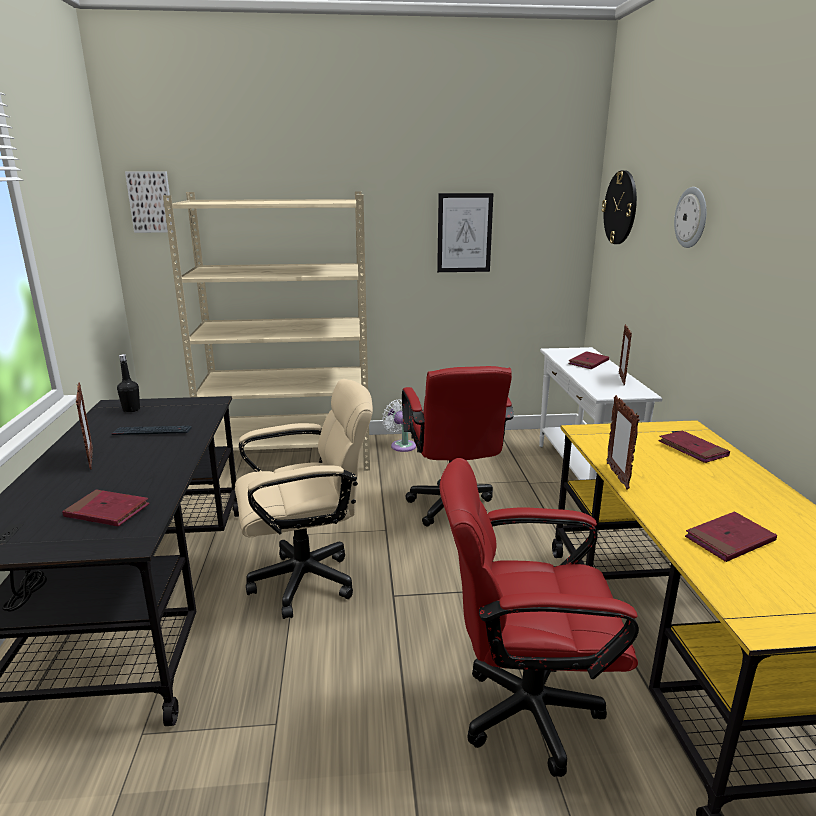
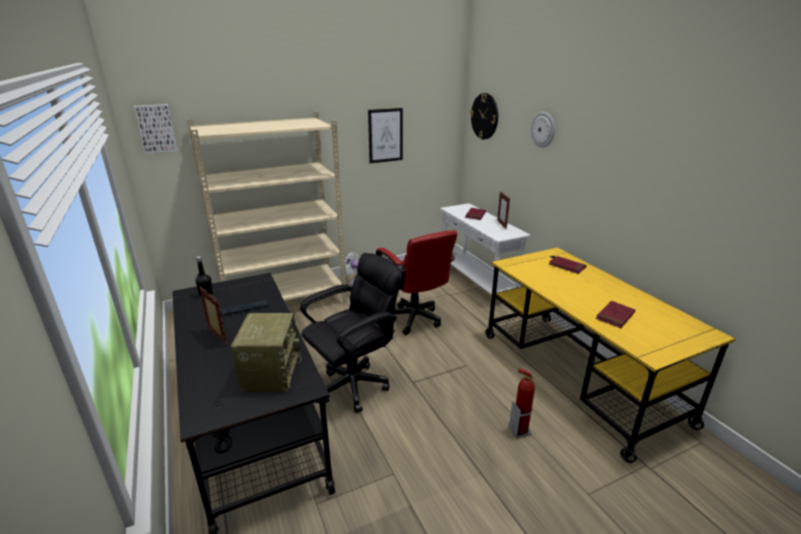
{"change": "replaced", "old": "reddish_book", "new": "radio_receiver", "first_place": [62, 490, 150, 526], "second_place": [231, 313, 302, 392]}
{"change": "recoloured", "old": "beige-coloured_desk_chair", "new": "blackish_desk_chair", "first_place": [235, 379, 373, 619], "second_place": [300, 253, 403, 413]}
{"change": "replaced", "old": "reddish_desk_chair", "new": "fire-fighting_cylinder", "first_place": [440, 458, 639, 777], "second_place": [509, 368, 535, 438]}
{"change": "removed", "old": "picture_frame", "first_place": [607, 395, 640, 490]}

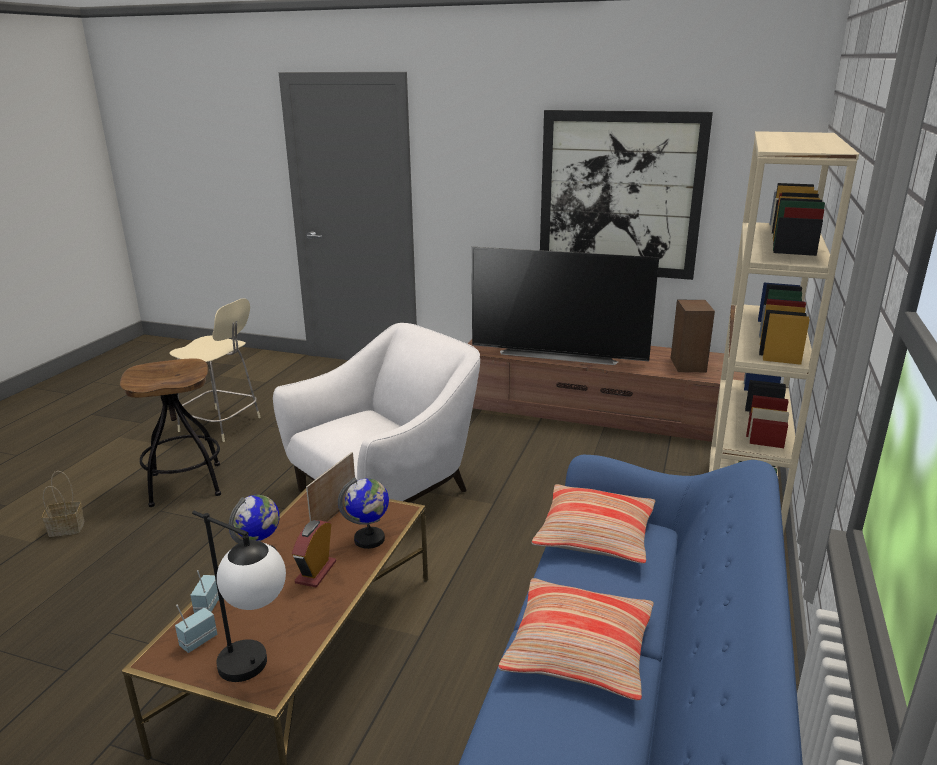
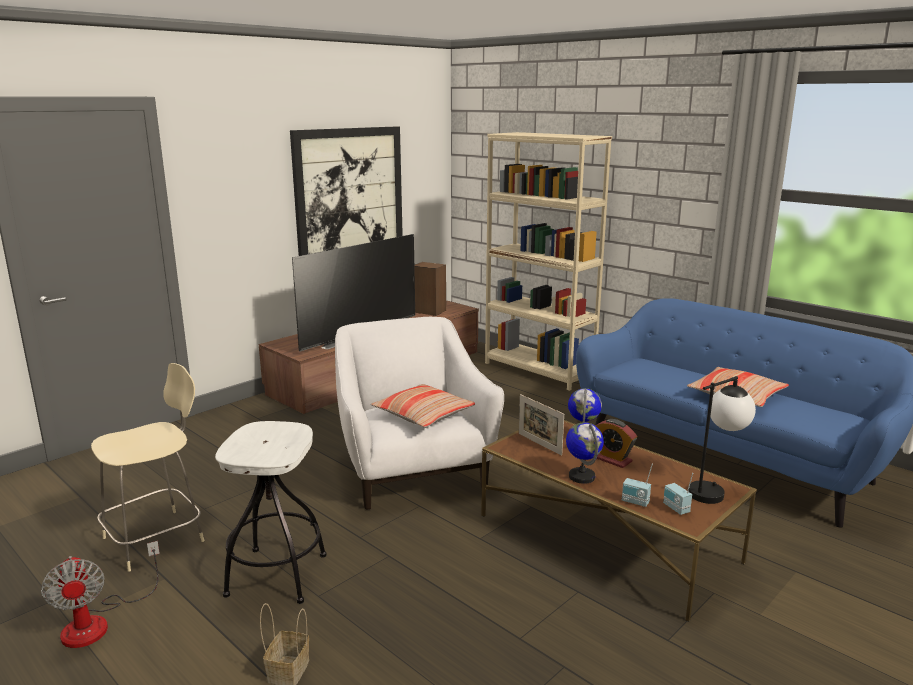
{"change": "recoloured", "old": "brown-coloured_sitting_stool", "new": "white-coloured_sitting_stool", "first_place": [120, 359, 221, 507], "second_place": [215, 421, 327, 604]}
{"change": "moved", "old": "cushion", "first_place": [532, 484, 655, 564], "second_place": [371, 384, 475, 428]}
{"change": "added", "new": "fan", "second_place": [41, 541, 160, 648]}

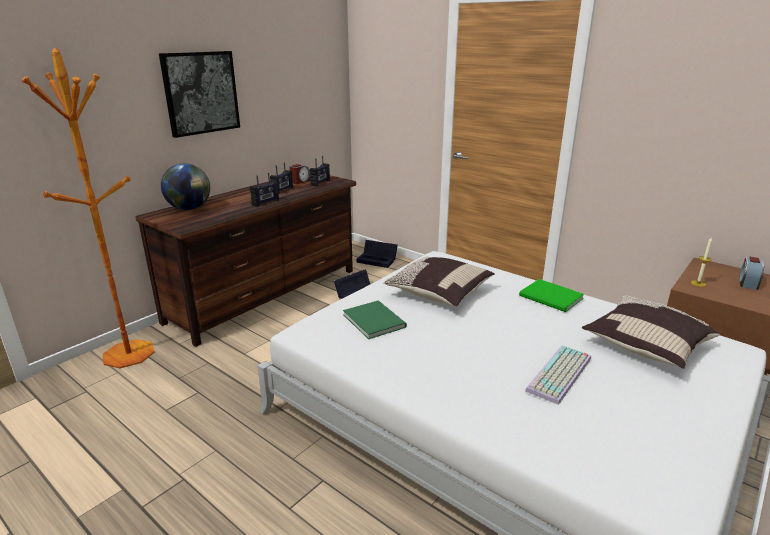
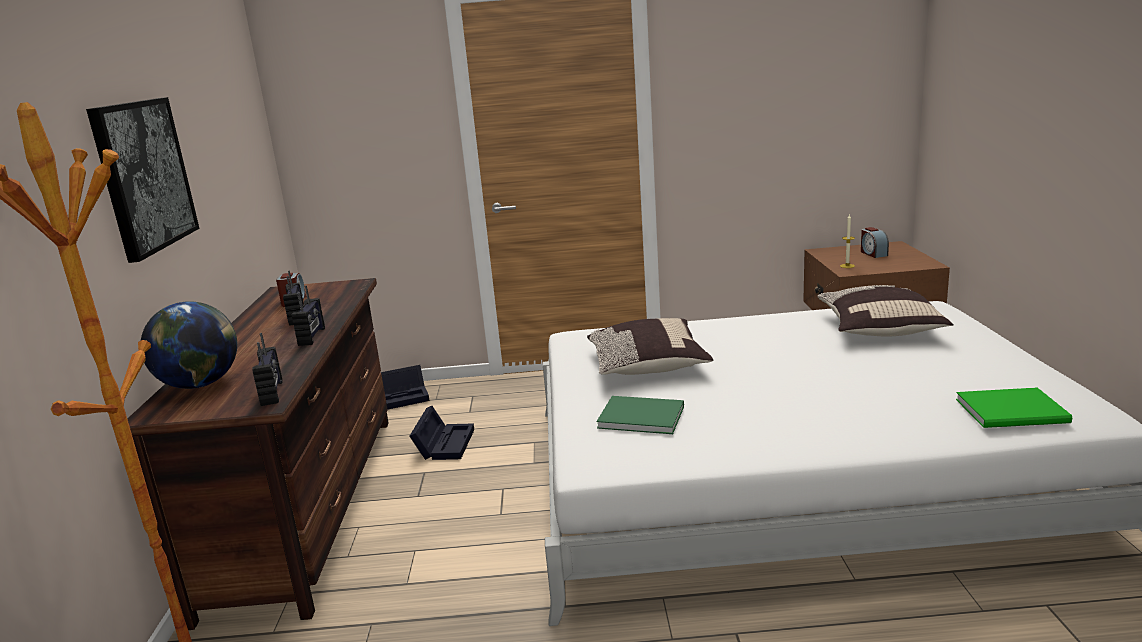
{"change": "moved", "old": "radio_receiver", "first_place": [310, 156, 330, 186], "second_place": [253, 333, 283, 406]}
{"change": "moved", "old": "green-coloured_book", "first_place": [519, 279, 584, 312], "second_place": [956, 388, 1072, 428]}
{"change": "removed", "old": "computer_keyboard", "first_place": [525, 345, 591, 405]}

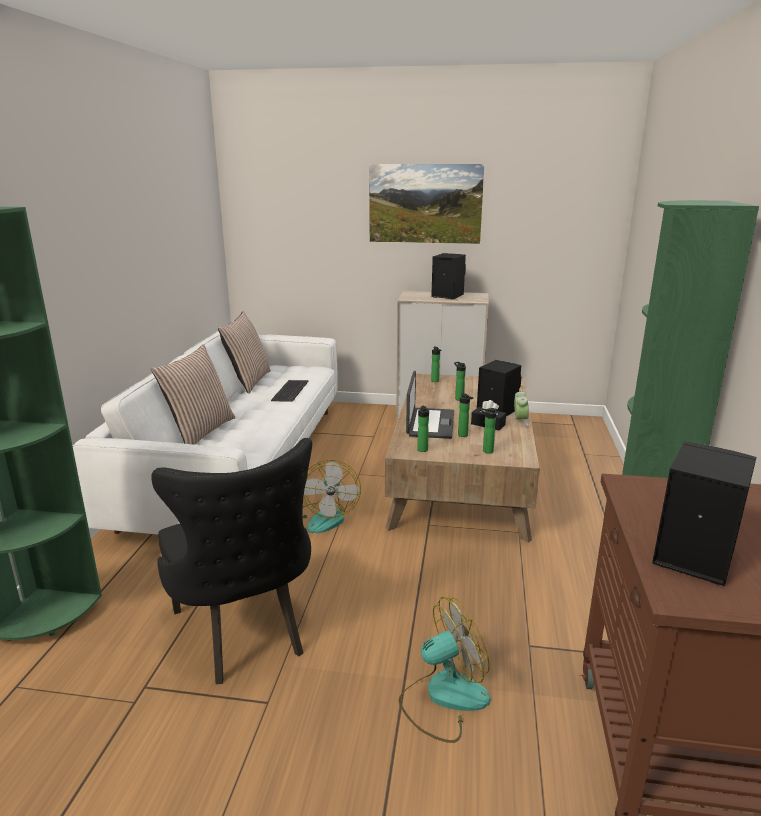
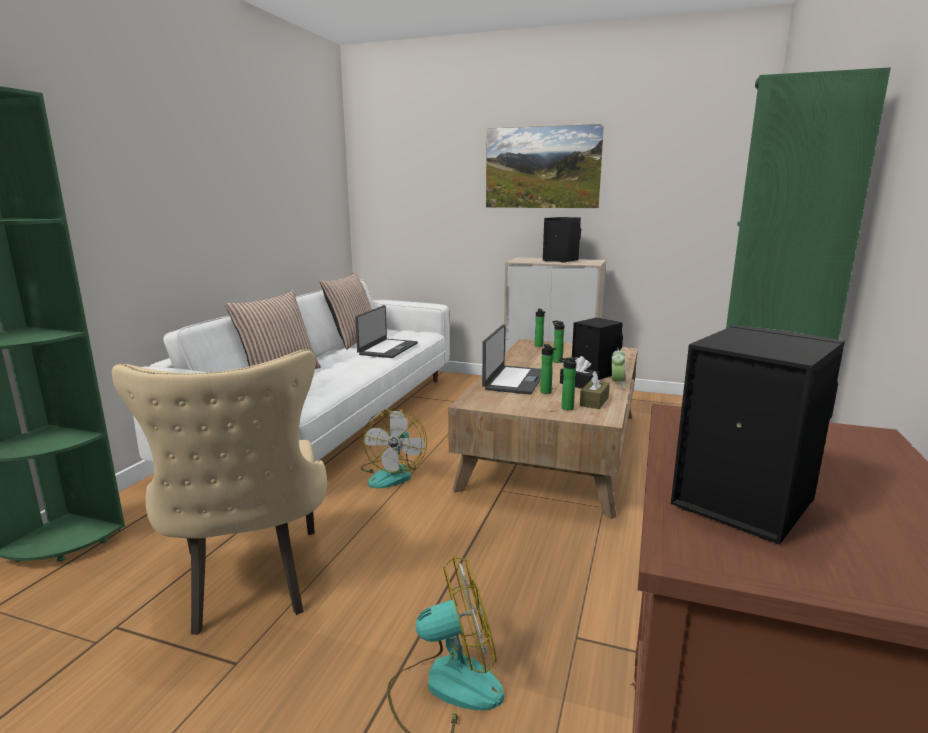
{"change": "recoloured", "old": "blackish_upright_chair", "new": "beige-coloured_upright_chair", "first_place": [151, 438, 312, 684], "second_place": [112, 349, 327, 635]}
{"change": "replaced", "old": "computer_keyboard", "new": "portable_computer", "first_place": [271, 380, 308, 402], "second_place": [355, 305, 418, 358]}
{"change": "removed", "old": "beverage_bottle", "first_place": [417, 406, 429, 452]}
{"change": "added", "new": "brown-coloured_box_of_tissues", "second_place": [580, 371, 610, 409]}

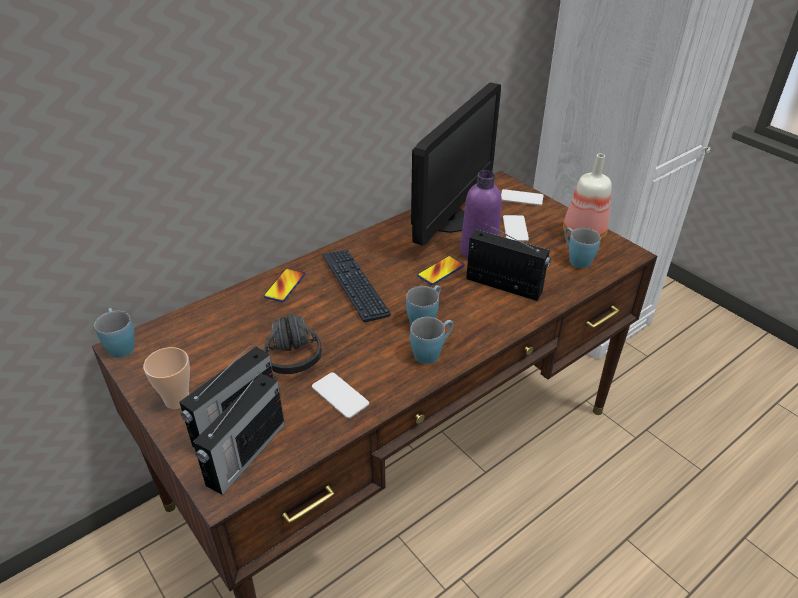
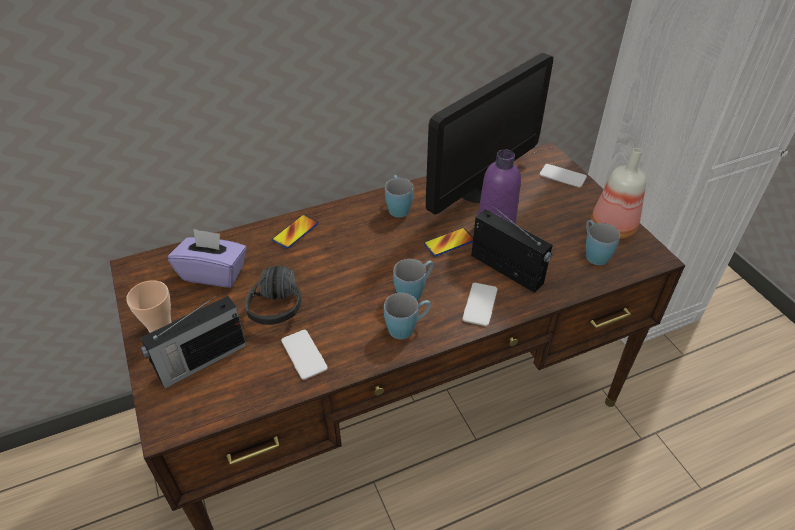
{"change": "moved", "old": "blue-coloured_tea_mug", "first_place": [94, 308, 135, 358], "second_place": [385, 175, 414, 217]}
{"change": "removed", "old": "radio_receiver", "first_place": [193, 372, 285, 495]}
{"change": "removed", "old": "computer_keyboard", "first_place": [322, 249, 391, 322]}
{"change": "moved", "old": "telephone", "first_place": [503, 215, 529, 241], "second_place": [462, 283, 497, 326]}
{"change": "added", "new": "purplish_box_of_tissues", "second_place": [168, 229, 247, 288]}

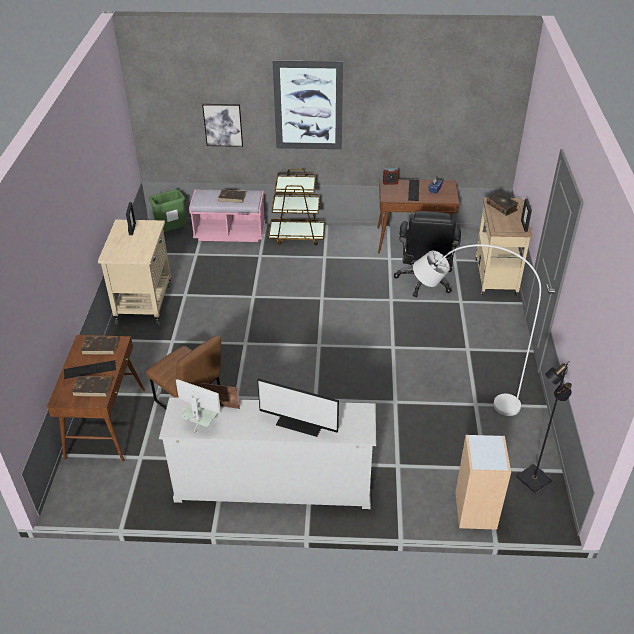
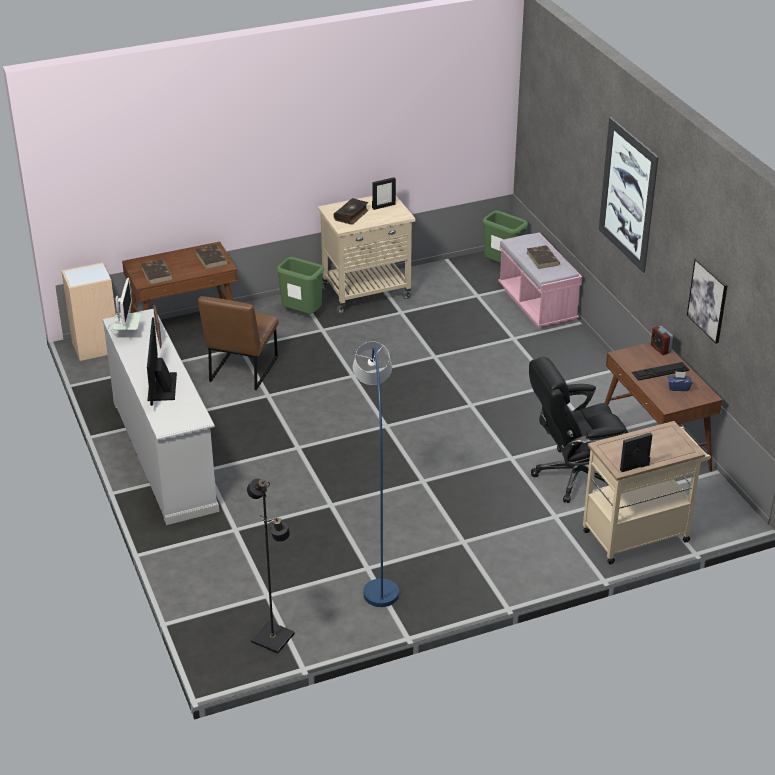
{"change": "removed", "old": "computer_keyboard", "first_place": [64, 360, 116, 379]}
{"change": "moved", "old": "wall_picture", "first_place": [202, 104, 243, 147], "second_place": [687, 258, 728, 344]}
{"change": "removed", "old": "brown-coloured_trolley", "first_place": [268, 169, 325, 245]}
{"change": "recoloured", "old": "white-coloured_standard_lamp", "new": "blue-coloured_standard_lamp", "first_place": [413, 244, 541, 416], "second_place": [353, 341, 399, 607]}
{"change": "moved", "old": "bookcase", "first_place": [455, 435, 511, 530], "second_place": [61, 262, 116, 361]}
{"change": "moved", "old": "book", "first_place": [487, 192, 518, 216], "second_place": [333, 198, 369, 225]}
{"change": "added", "new": "green-coloured_rubbish_bin", "second_place": [276, 257, 324, 314]}

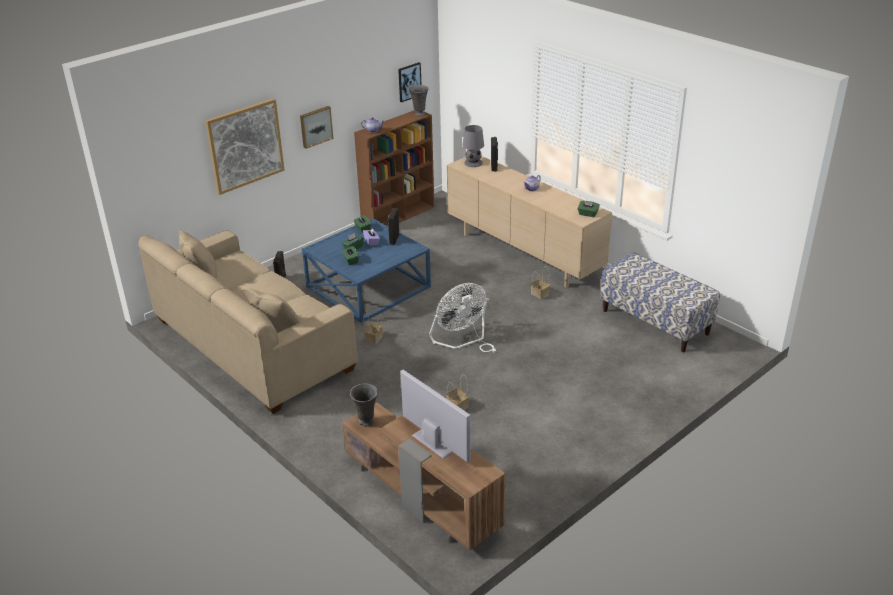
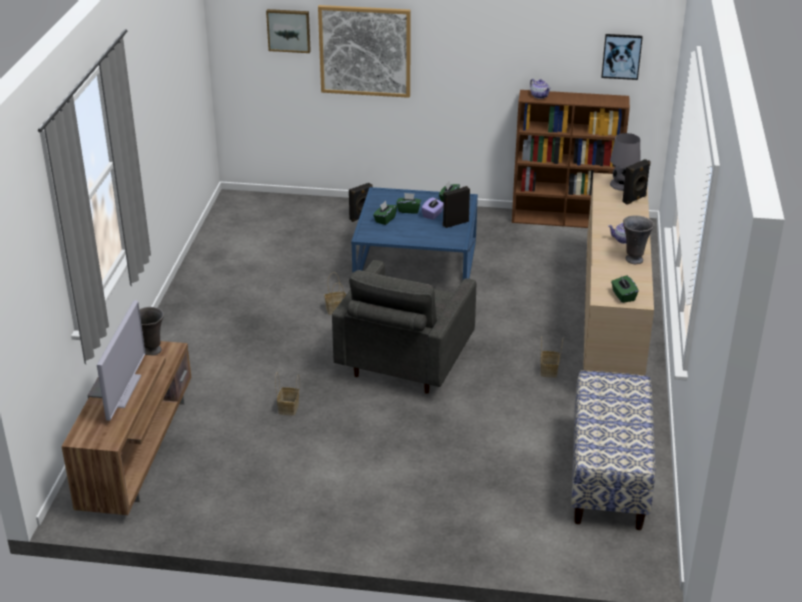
{"change": "removed", "old": "beige-coloured_couch", "first_place": [138, 229, 357, 414]}
{"change": "moved", "old": "wall_picture", "first_place": [300, 106, 333, 149], "second_place": [266, 9, 311, 53]}
{"change": "moved", "old": "greyish_vase", "first_place": [409, 85, 429, 116], "second_place": [623, 215, 654, 264]}
{"change": "replaced", "old": "white-coloured_fan", "new": "greyish_armchair", "first_place": [429, 283, 497, 353], "second_place": [332, 260, 476, 394]}

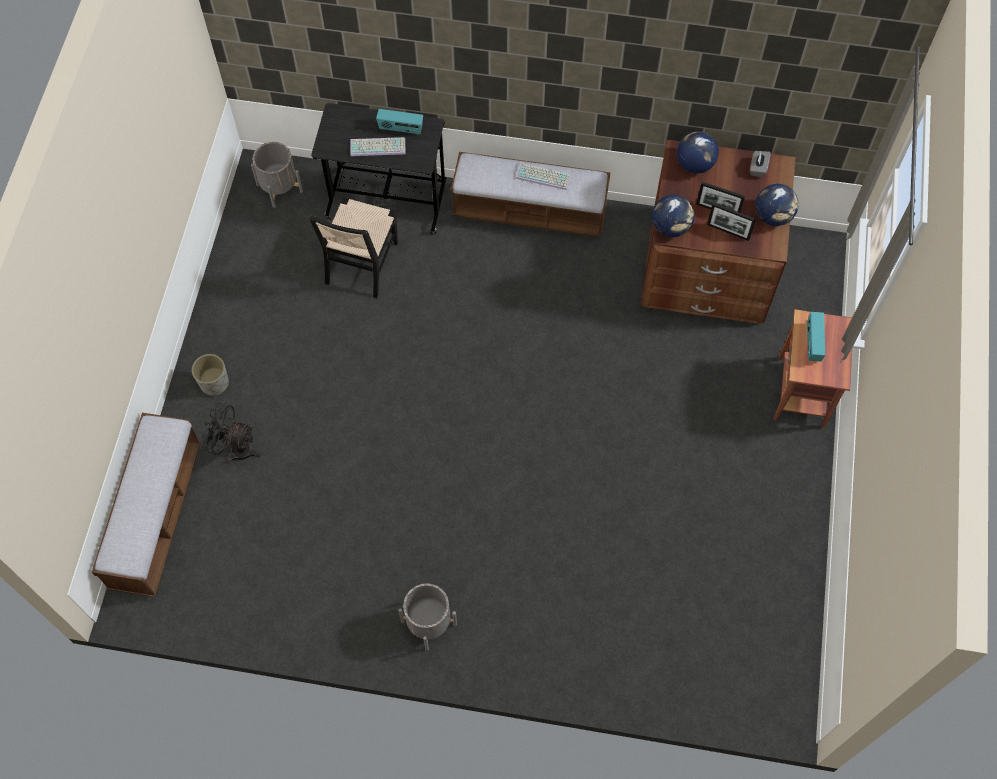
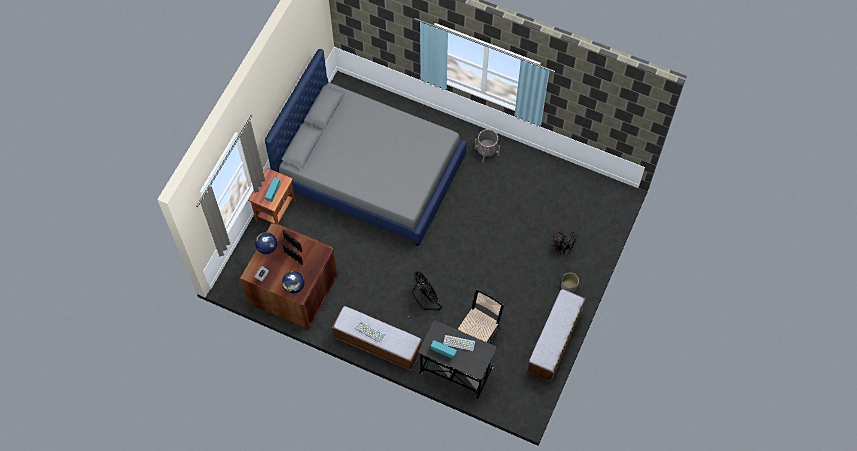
{"change": "moved", "old": "long_seat", "first_place": [92, 413, 201, 597], "second_place": [528, 289, 586, 382]}
{"change": "removed", "old": "greyish_planter", "first_place": [251, 142, 303, 208]}
{"change": "removed", "old": "globe", "first_place": [652, 195, 694, 237]}
{"change": "added", "new": "greyish_sleeping_bed", "second_place": [265, 49, 467, 246]}
{"change": "added", "new": "blackish_fan", "second_place": [409, 271, 442, 318]}

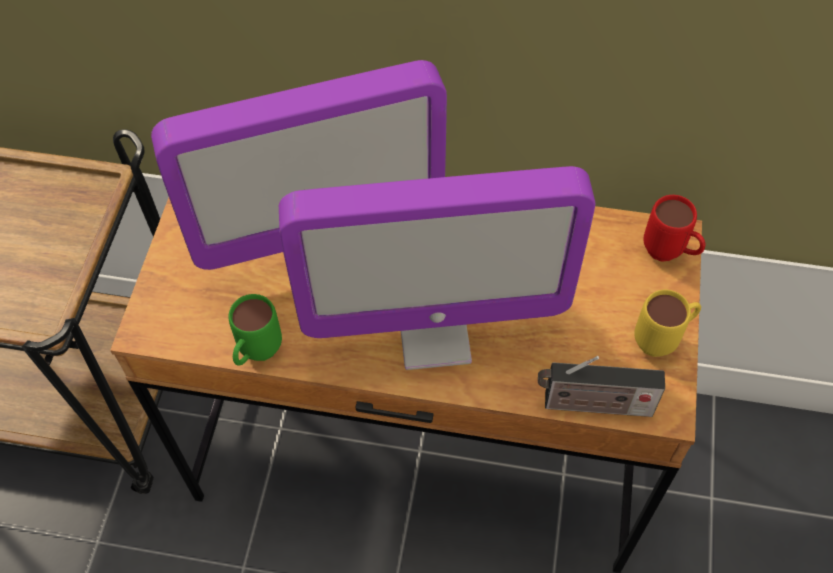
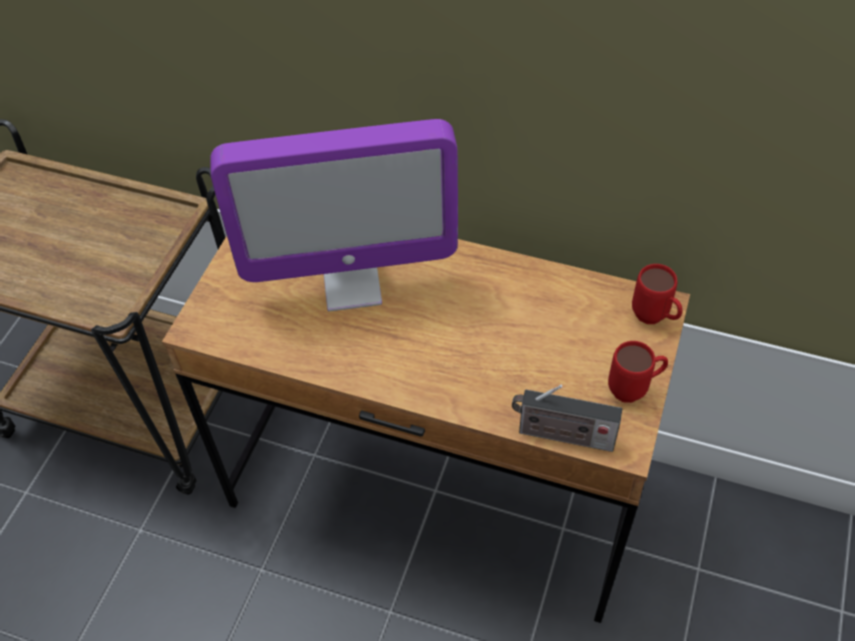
{"change": "removed", "old": "green-coloured_tea_mug", "first_place": [229, 294, 282, 366]}
{"change": "removed", "old": "monitor", "first_place": [279, 166, 595, 370]}
{"change": "recoloured", "old": "yellow_tea_mug", "new": "reddish_tea_mug", "first_place": [634, 290, 701, 357], "second_place": [608, 341, 668, 403]}

